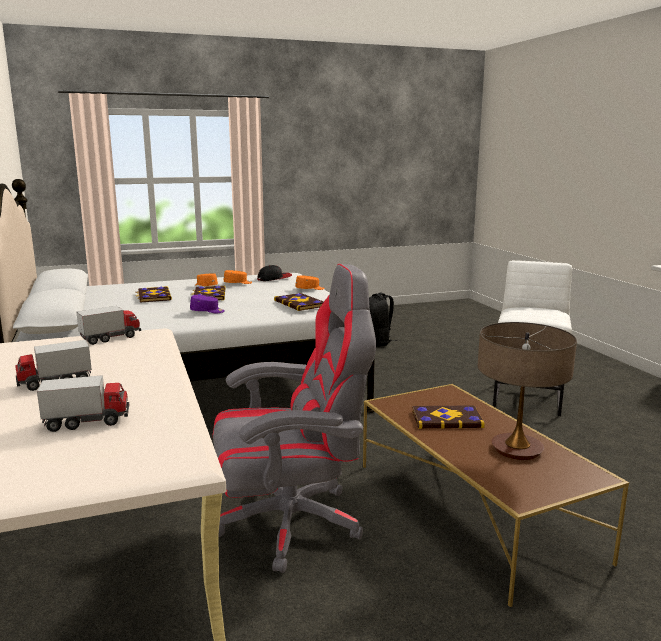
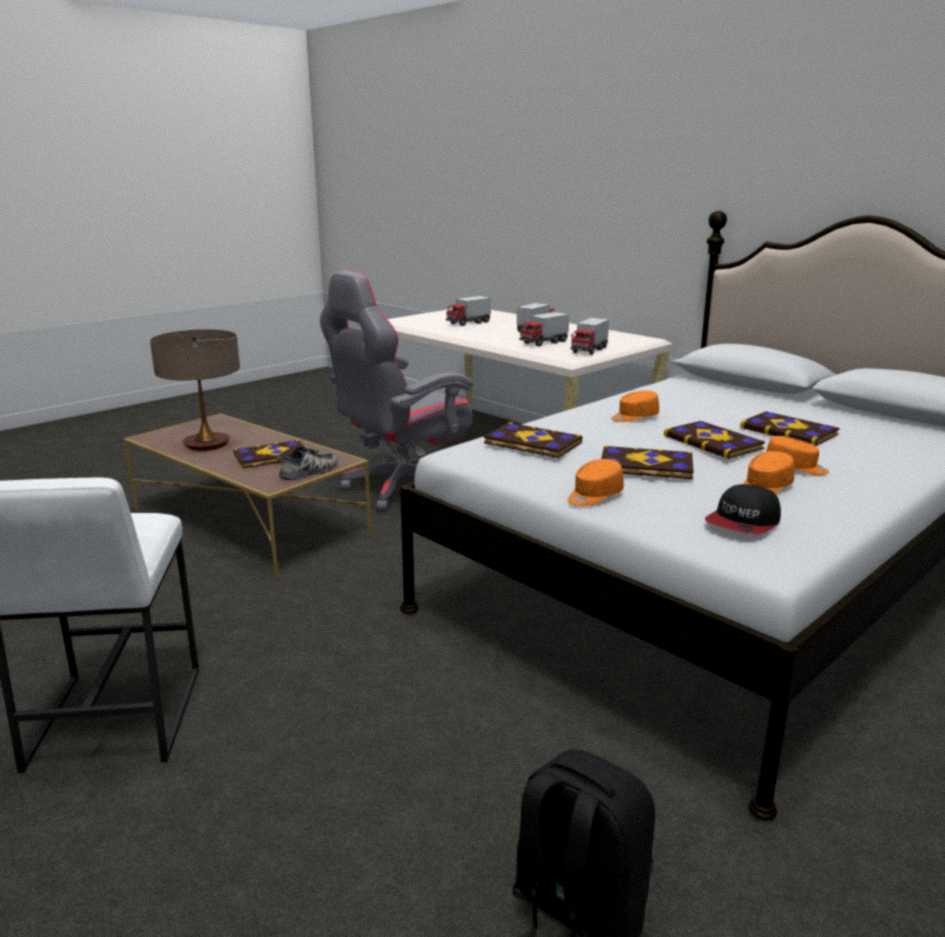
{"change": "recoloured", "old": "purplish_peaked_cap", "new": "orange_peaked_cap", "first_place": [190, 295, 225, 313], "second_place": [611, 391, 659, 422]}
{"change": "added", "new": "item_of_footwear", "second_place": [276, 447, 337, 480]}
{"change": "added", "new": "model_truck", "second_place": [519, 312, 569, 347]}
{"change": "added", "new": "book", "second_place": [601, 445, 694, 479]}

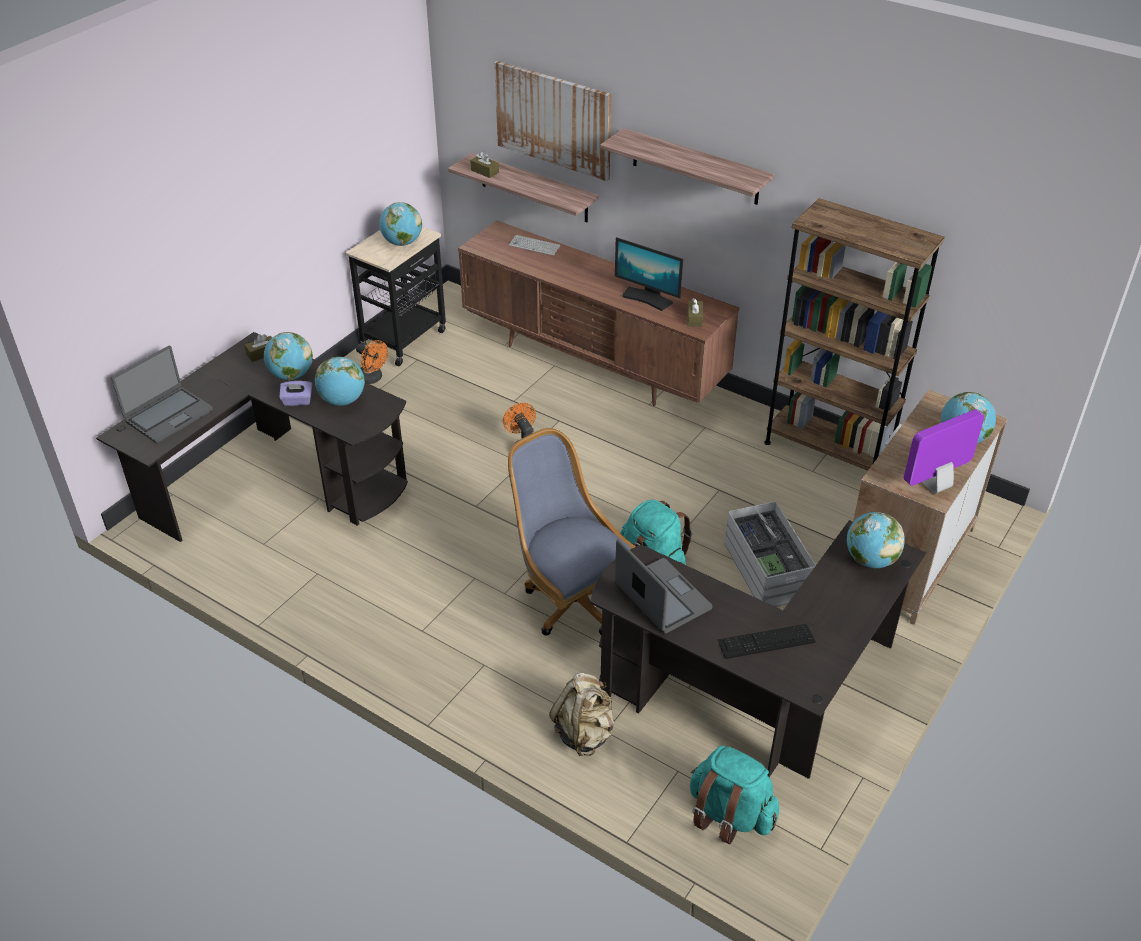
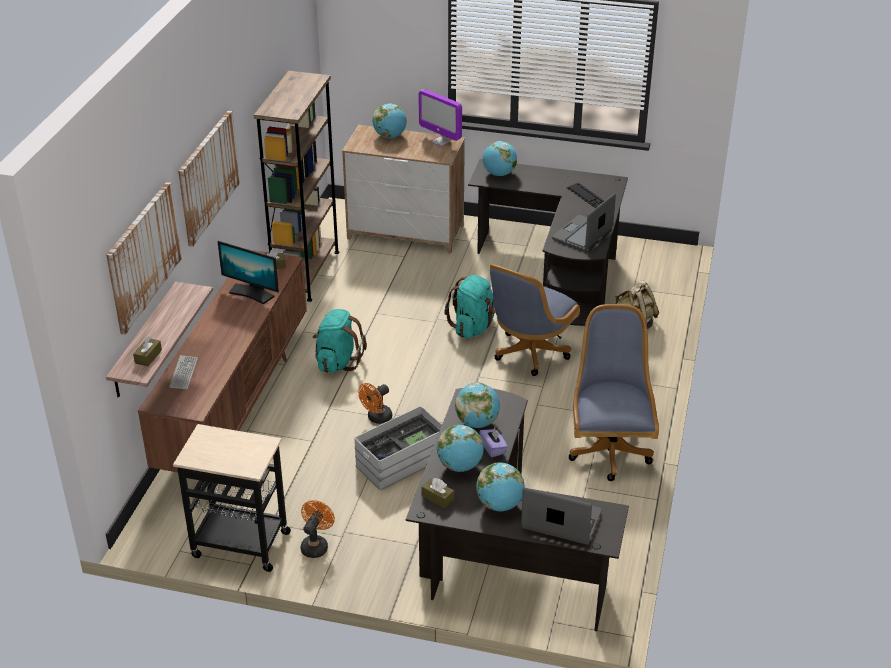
{"change": "moved", "old": "globe", "first_place": [379, 202, 422, 246], "second_place": [476, 462, 525, 512]}
{"change": "replaced", "old": "shelf", "new": "wall_picture", "first_place": [600, 128, 774, 205], "second_place": [178, 110, 240, 247]}
{"change": "turned", "old": "monitor", "first_place": [615, 237, 683, 311], "second_place": [218, 241, 279, 304], "degrees": 105}
{"change": "moved", "old": "blue-green_knapsack", "first_place": [690, 746, 779, 844], "second_place": [313, 309, 367, 373]}
{"change": "moved", "old": "greyish_storage_box", "first_place": [724, 501, 816, 607], "second_place": [355, 406, 442, 490]}
{"change": "added", "new": "blue-coloured_desk_chair", "second_place": [569, 304, 659, 481]}

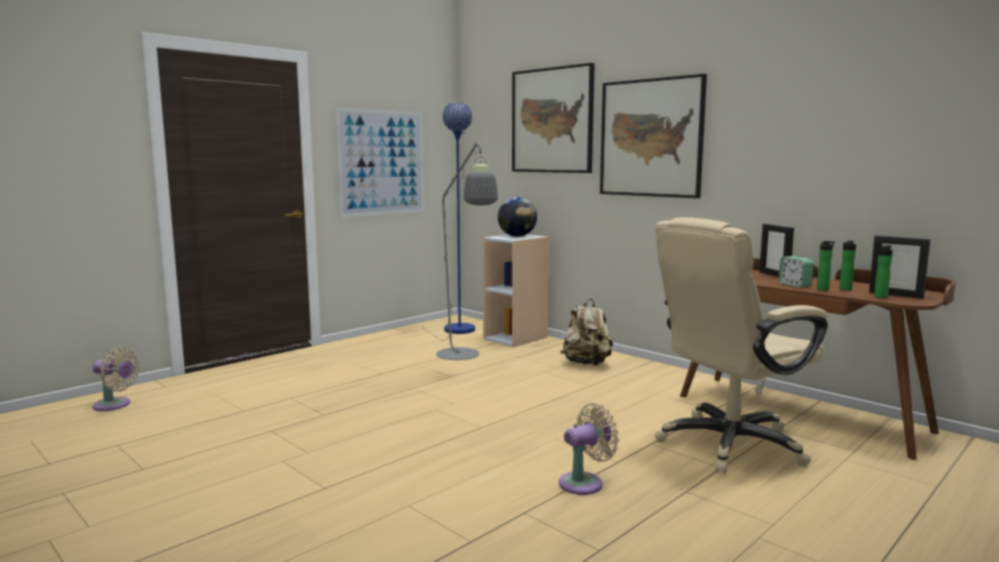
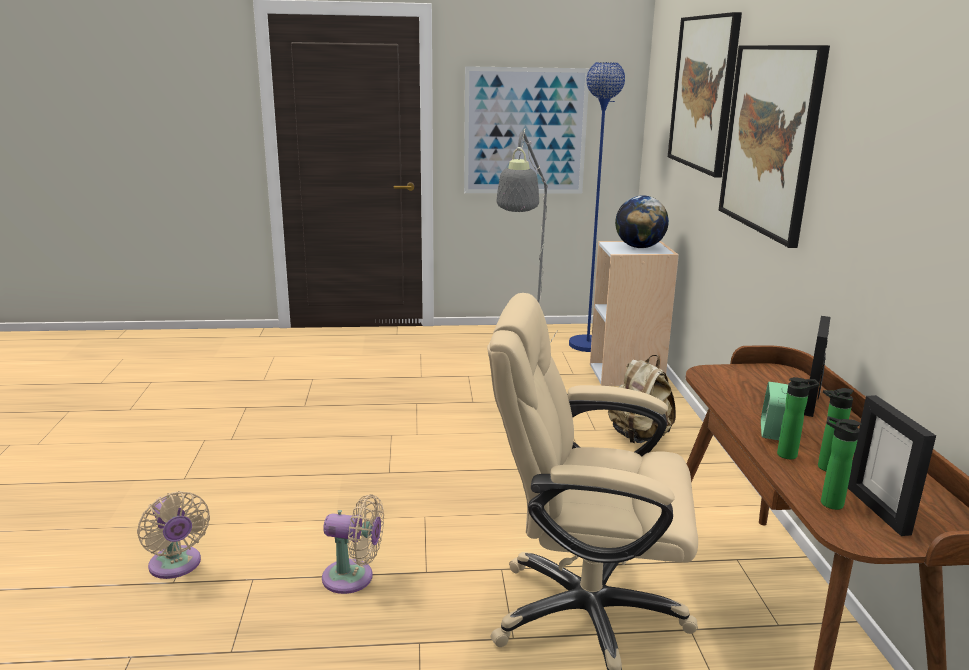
{"change": "moved", "old": "beige-coloured_fan", "first_place": [92, 346, 139, 411], "second_place": [137, 491, 210, 579]}

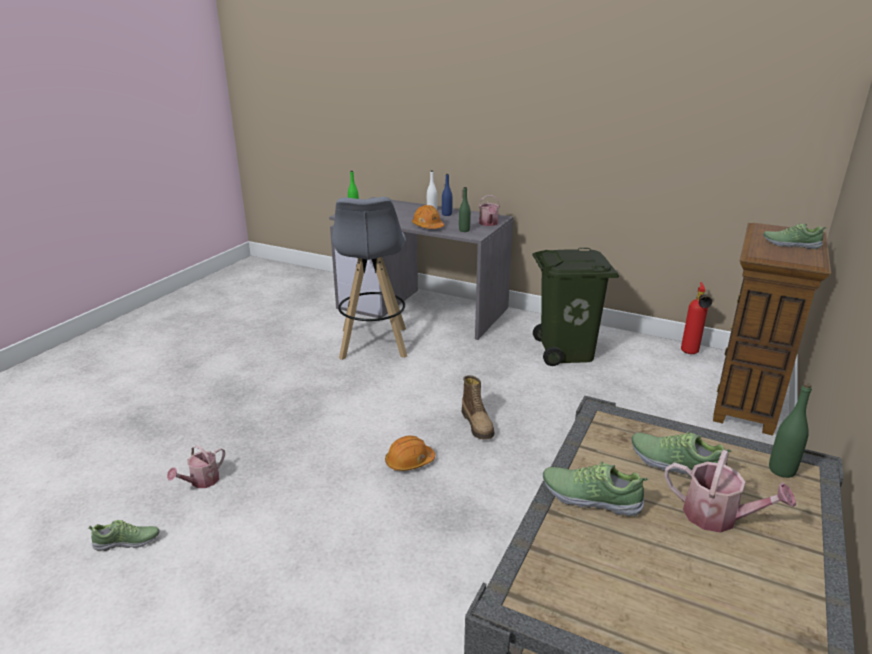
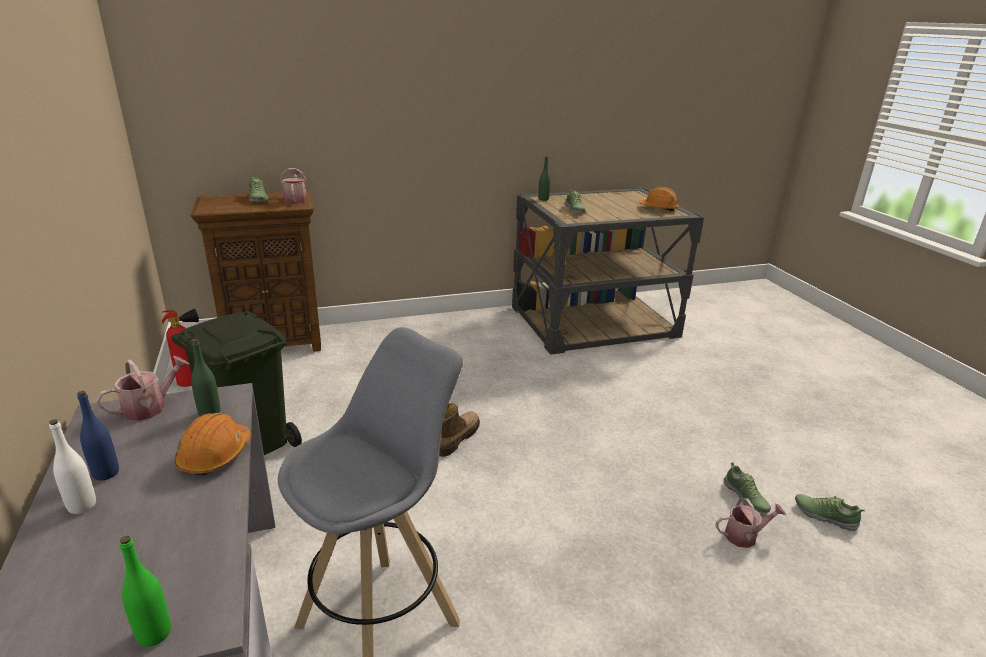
{"change": "moved", "old": "orange_work_helmet", "first_place": [385, 436, 435, 471], "second_place": [639, 187, 679, 211]}
{"change": "moved", "old": "item_of_footwear", "first_place": [543, 462, 648, 517], "second_place": [723, 463, 771, 513]}
{"change": "moved", "old": "watering_pot", "first_place": [664, 450, 796, 533], "second_place": [280, 168, 307, 204]}

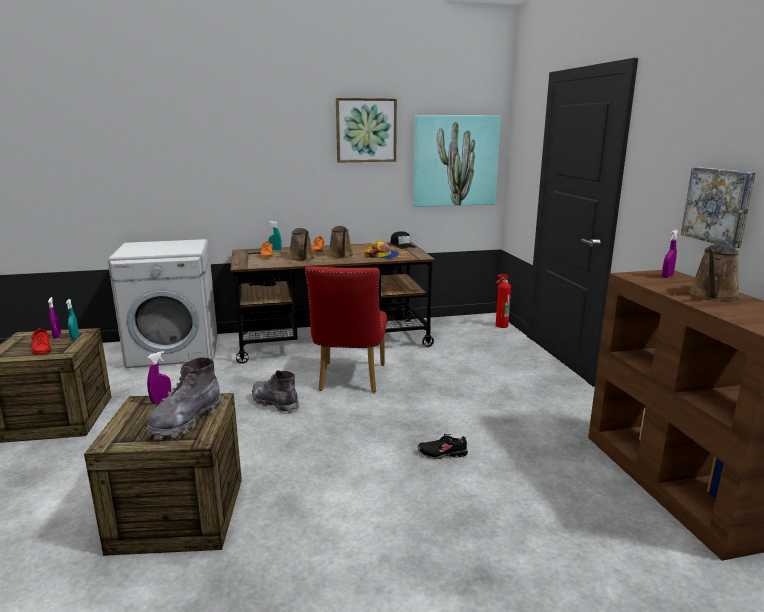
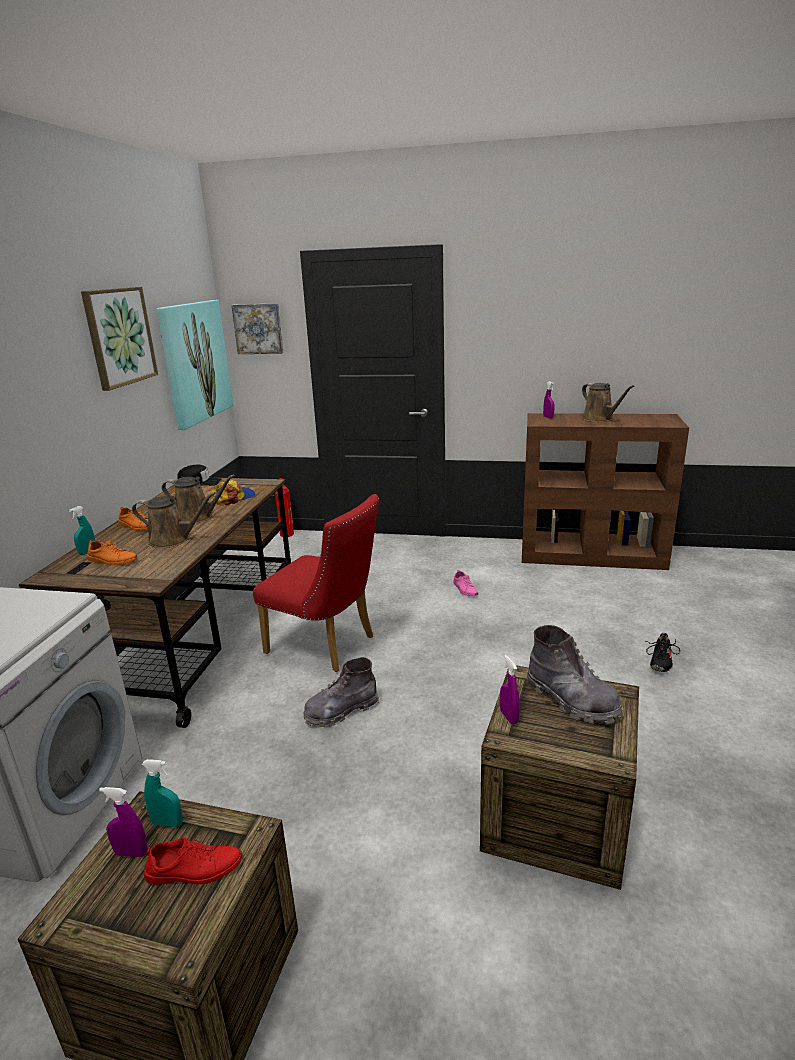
{"change": "moved", "old": "blackish_item_of_footwear", "first_place": [418, 434, 468, 459], "second_place": [645, 633, 680, 672]}
{"change": "moved", "old": "wall_picture", "first_place": [681, 167, 756, 248], "second_place": [231, 303, 283, 354]}
{"change": "added", "new": "pinkish_item_of_footwear", "second_place": [453, 570, 478, 596]}

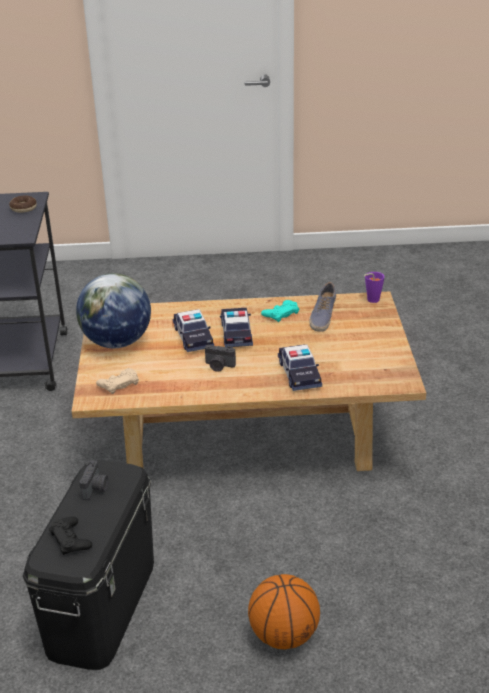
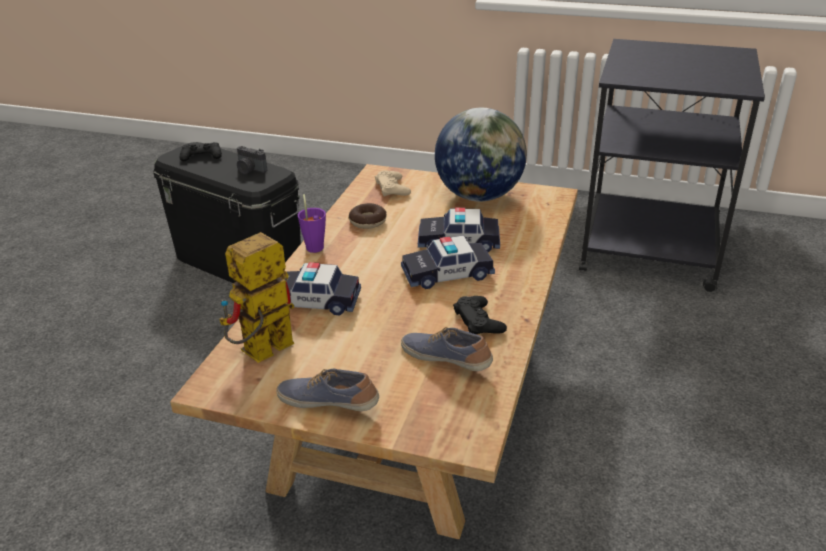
{"change": "moved", "old": "donut", "first_place": [9, 196, 37, 213], "second_place": [349, 203, 387, 229]}
{"change": "removed", "old": "still_camera", "first_place": [205, 345, 236, 372]}
{"change": "turned", "old": "toy_car", "first_place": [220, 308, 253, 347], "second_place": [401, 235, 495, 289], "degrees": 150}
{"change": "removed", "old": "basketball", "first_place": [248, 574, 320, 649]}
{"change": "recoloured", "old": "blue-green_game_controller", "new": "blackish_game_controller", "first_place": [261, 300, 299, 322], "second_place": [453, 296, 507, 334]}
{"change": "moved", "old": "purplish_drinking_cup", "first_place": [364, 272, 384, 303], "second_place": [298, 194, 326, 253]}
{"change": "added", "new": "model_robot", "second_place": [219, 232, 294, 363]}
{"change": "added", "new": "item_of_footwear", "second_place": [276, 369, 379, 411]}

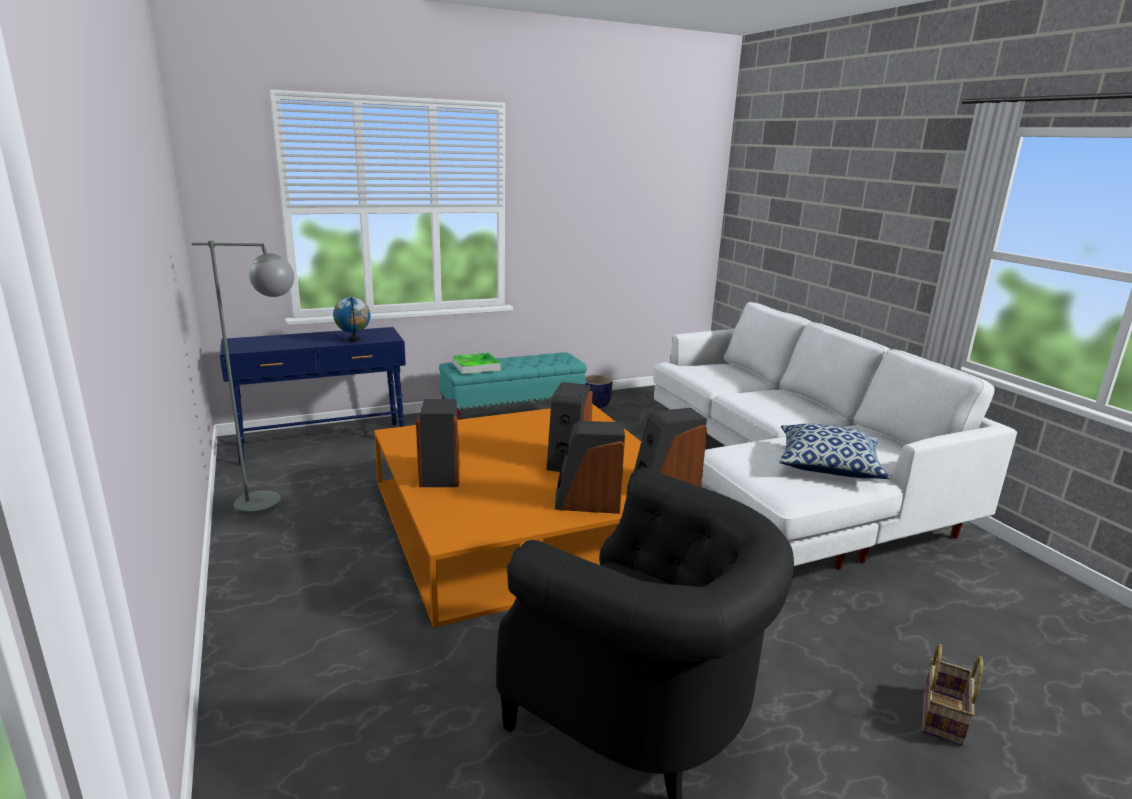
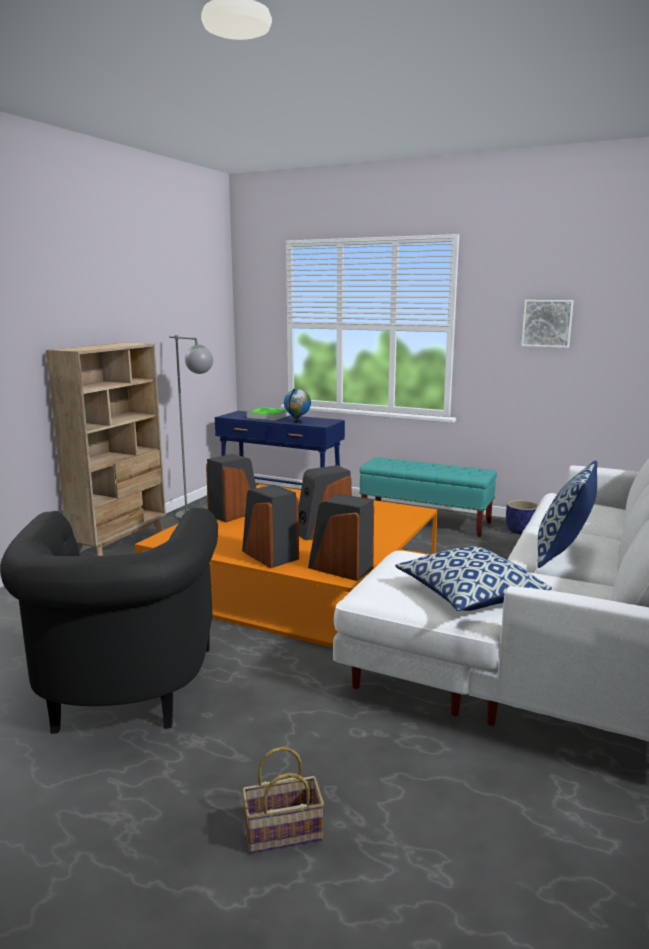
{"change": "moved", "old": "tray", "first_place": [452, 353, 501, 374], "second_place": [247, 407, 290, 421]}
{"change": "added", "new": "beige-coloured_bookcase", "second_place": [46, 343, 166, 556]}
{"change": "added", "new": "wall_picture", "second_place": [521, 300, 574, 348]}
{"change": "added", "new": "cushion", "second_place": [537, 460, 597, 568]}

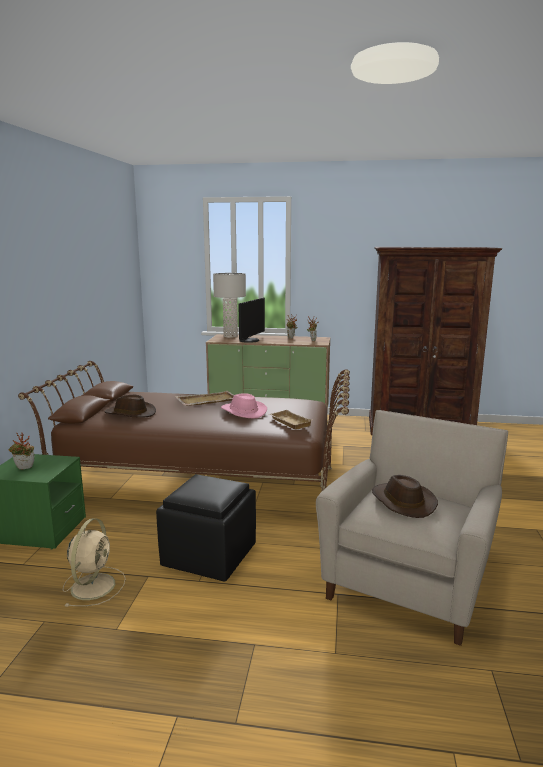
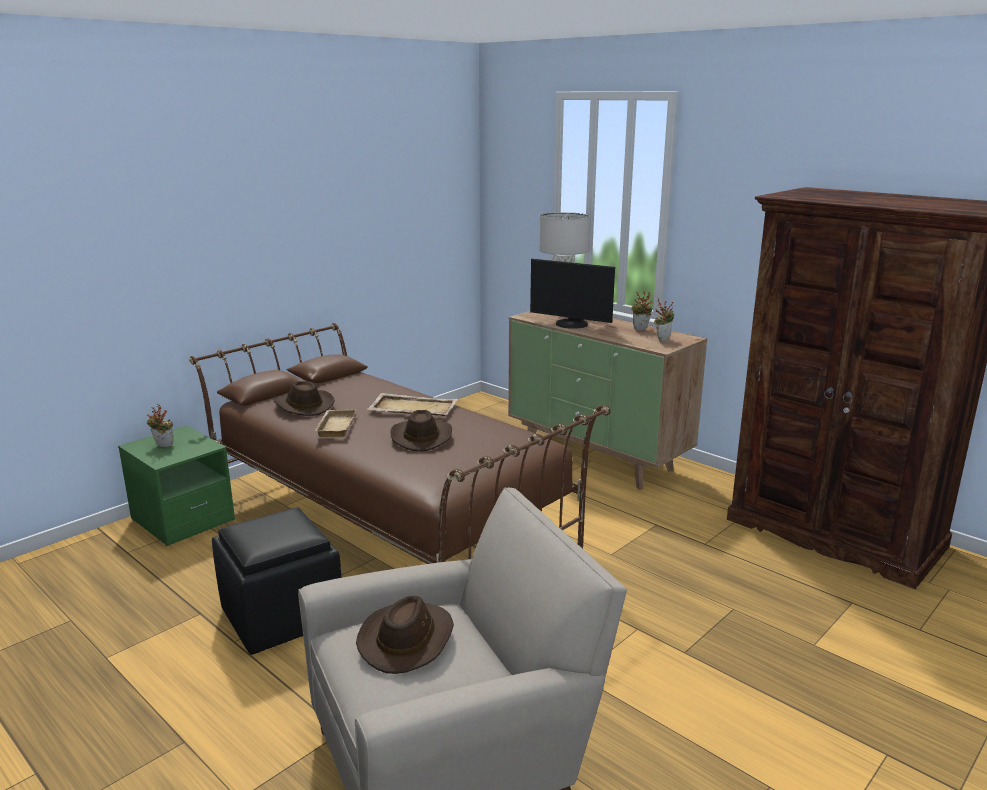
{"change": "removed", "old": "beige-coloured_fan", "first_place": [63, 518, 126, 607]}
{"change": "recoloured", "old": "pinkish_hat", "new": "brown-coloured_hat", "first_place": [221, 393, 267, 418], "second_place": [391, 410, 452, 452]}
{"change": "turned", "old": "monitor", "first_place": [239, 298, 265, 343], "second_place": [530, 259, 615, 329], "degrees": 60}
{"change": "moved", "old": "beige-coloured_tray", "first_place": [269, 410, 312, 430], "second_place": [315, 409, 356, 438]}

